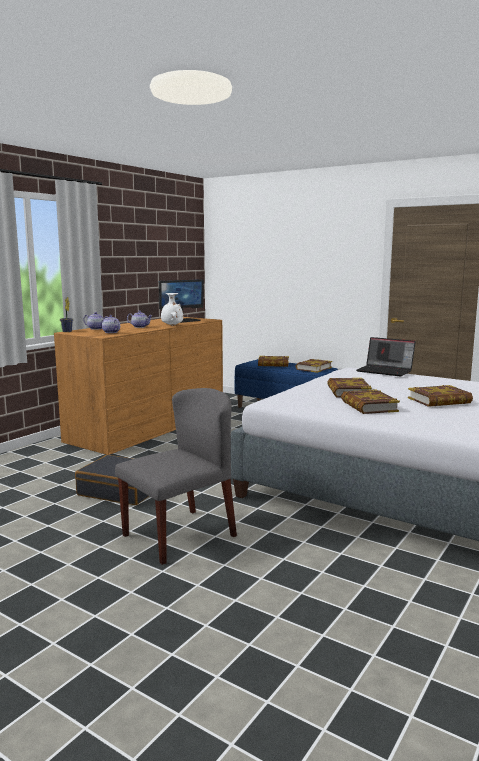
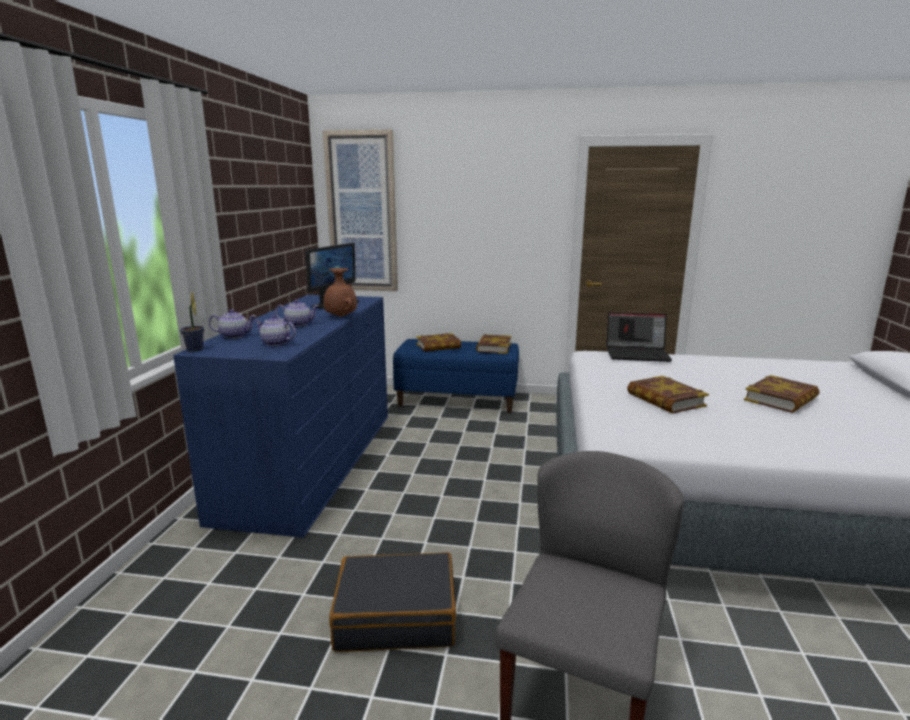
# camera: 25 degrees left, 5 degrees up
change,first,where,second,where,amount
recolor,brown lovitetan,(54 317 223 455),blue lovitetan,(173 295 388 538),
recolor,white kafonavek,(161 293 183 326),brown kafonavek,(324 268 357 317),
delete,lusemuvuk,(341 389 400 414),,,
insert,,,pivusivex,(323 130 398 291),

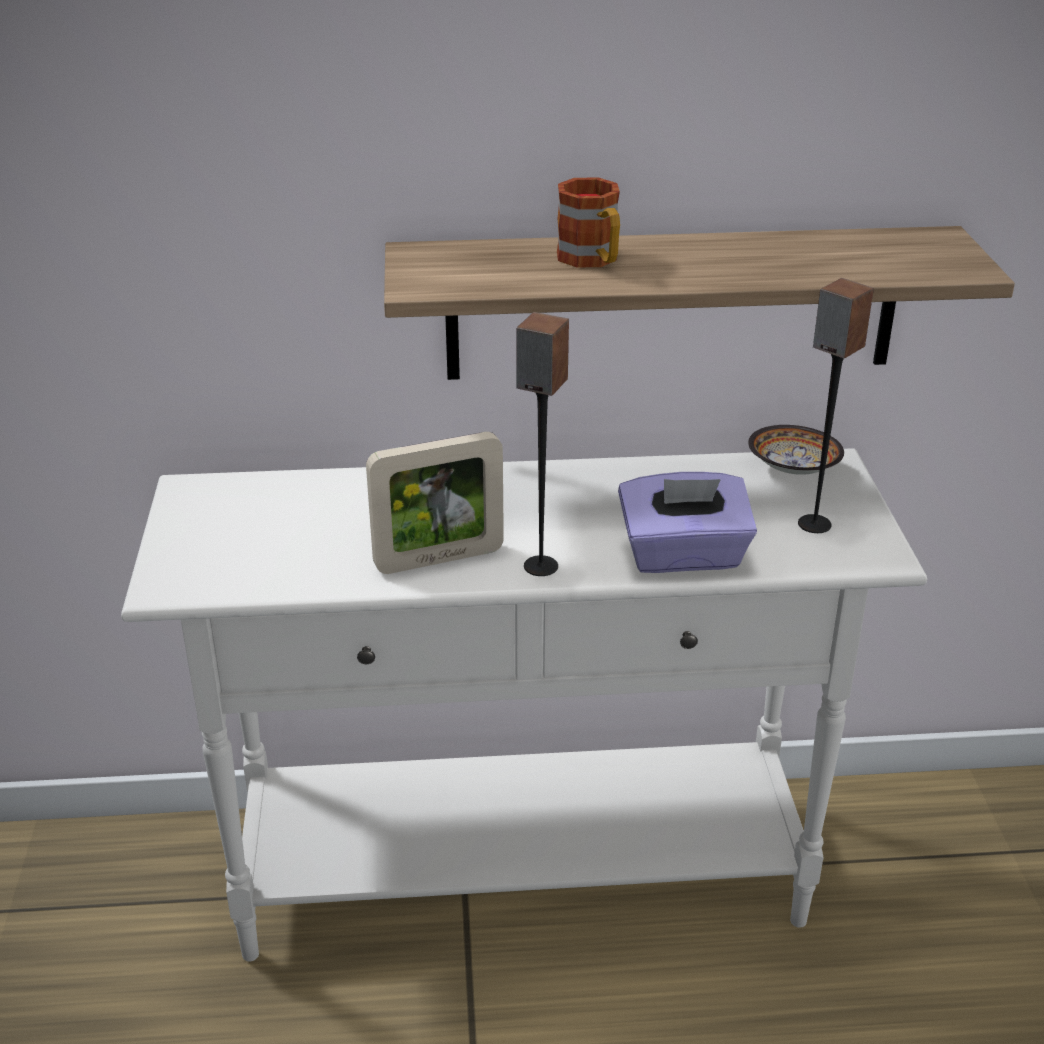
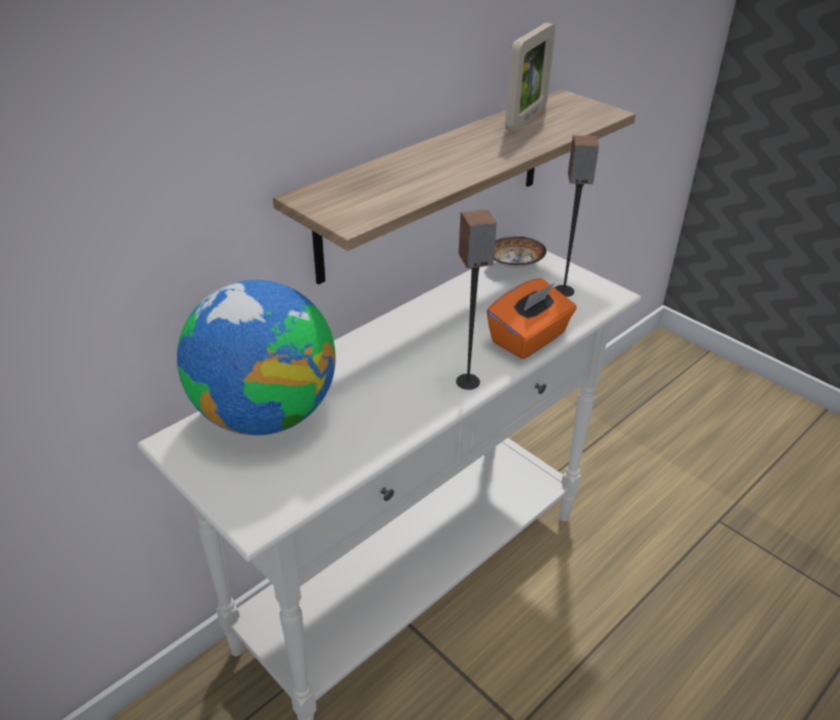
# camera: 40 degrees left, 5 degrees up
change,first,where,second,where,amount
move,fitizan,(366 432 504 574),,(505 23 555 131),
delete,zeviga,(557 177 620 267),,,
recolor,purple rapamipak,(618 472 757 573),orange rapamipak,(487 278 577 359),
insert,,,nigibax,(177 280 336 435),

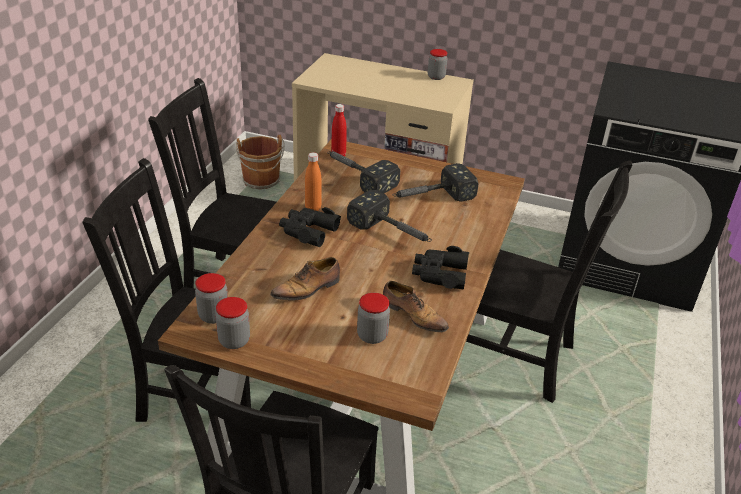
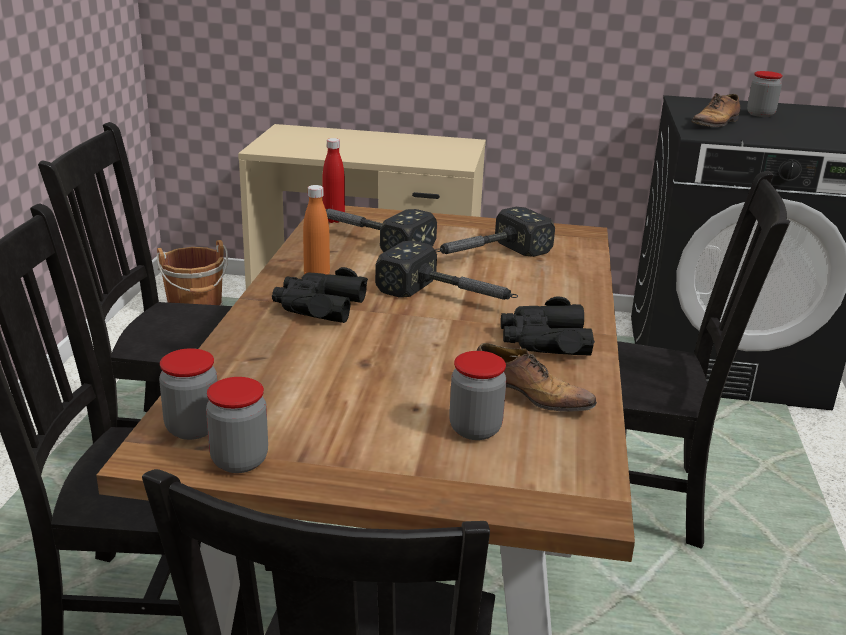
# camera: 10 degrees left, 10 degrees down
change,first,where,second,where,amount
move,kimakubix,(270 257 340 301),,(691 93 740 127),
move,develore,(428 49 448 80),,(747 71 783 117),

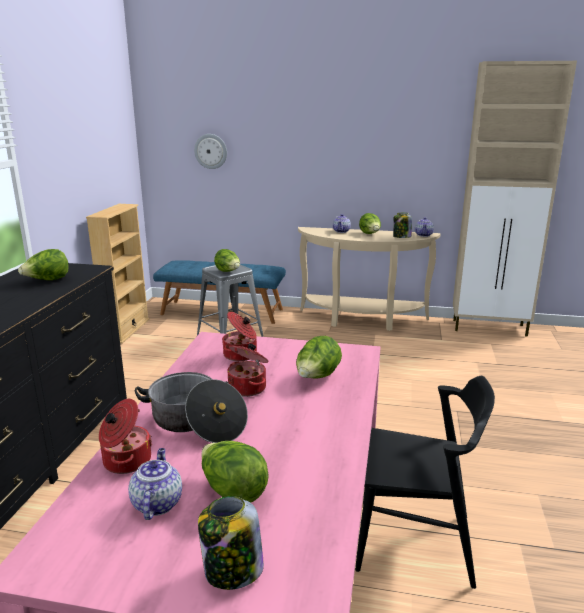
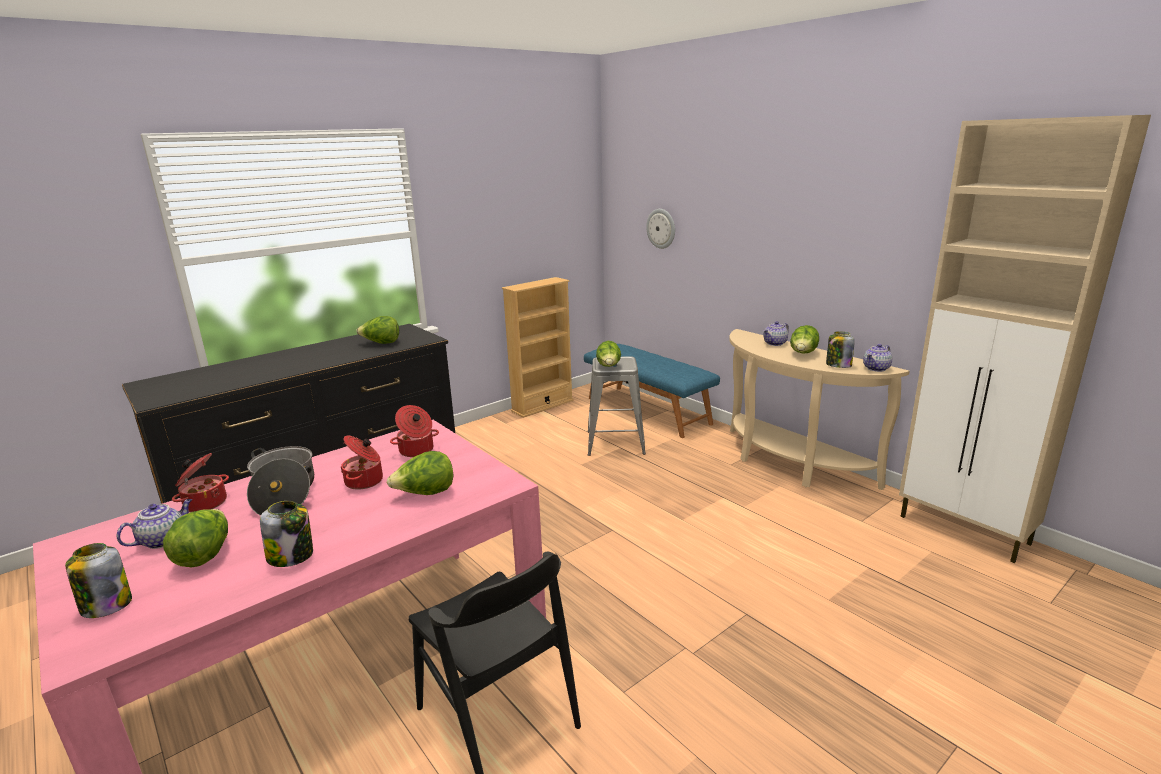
# camera: 40 degrees right, 0 degrees up
change,first,where,second,where,amount
insert,,,develore,(260 501 313 567),

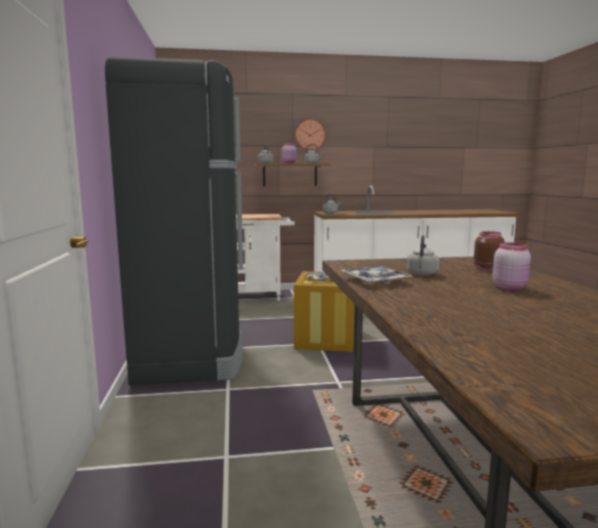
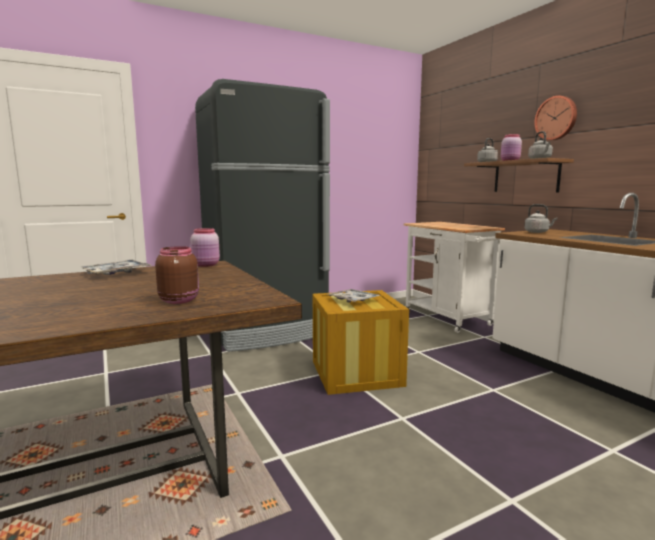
# camera: 70 degrees right, 0 degrees up
change,first,where,second,where,amount
delete,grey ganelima,(407 235 439 275),,,
move,pink develore,(492 242 531 291),,(190 228 220 267),

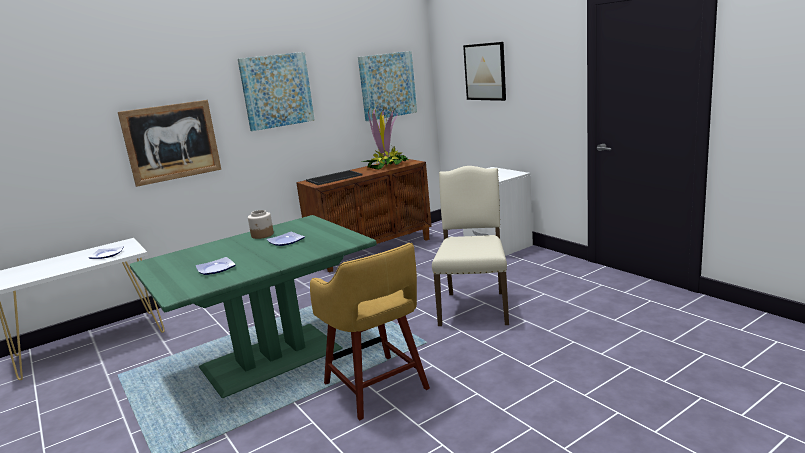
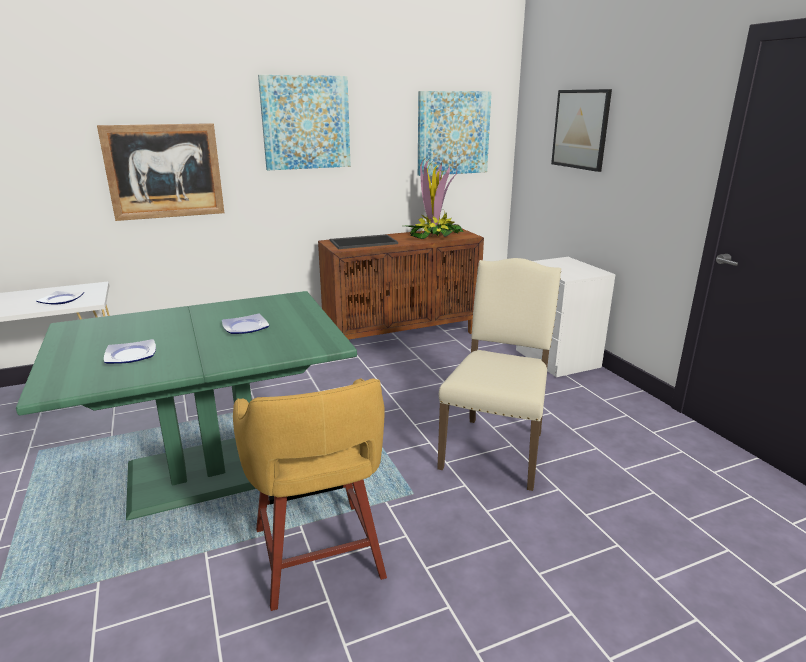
# camera: 10 degrees right, 5 degrees up
change,first,where,second,where,amount
delete,develore,(248 210 274 239),,,

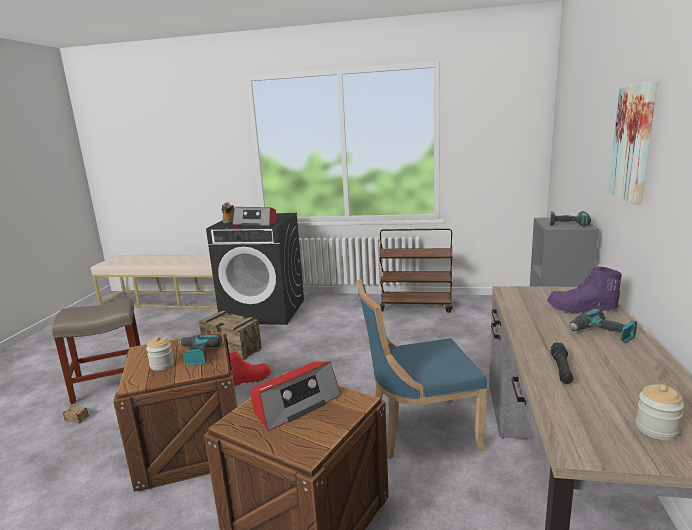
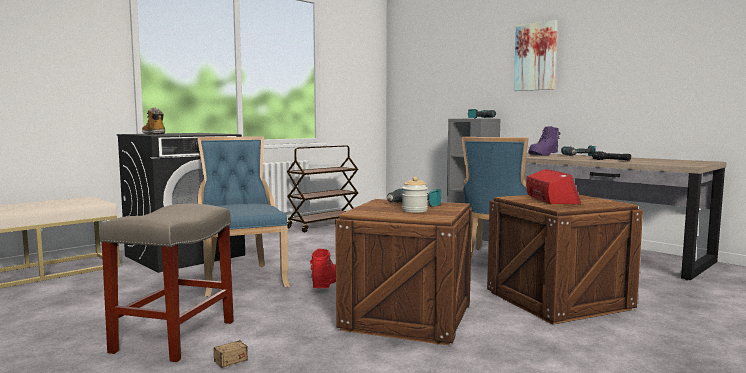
# camera: 55 degrees left, 10 degrees down
change,first,where,second,where,amount
replace,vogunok,(199 311 262 360),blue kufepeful,(197 136 290 297),
delete,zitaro,(233 207 277 226),,,
delete,develore,(636 384 684 440),,,

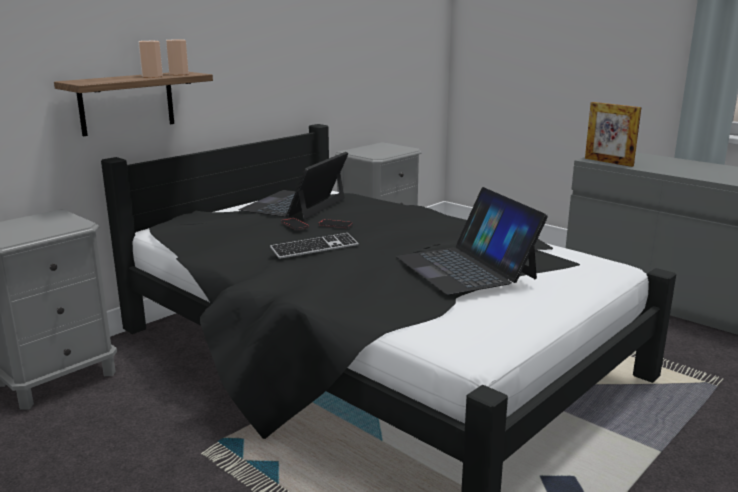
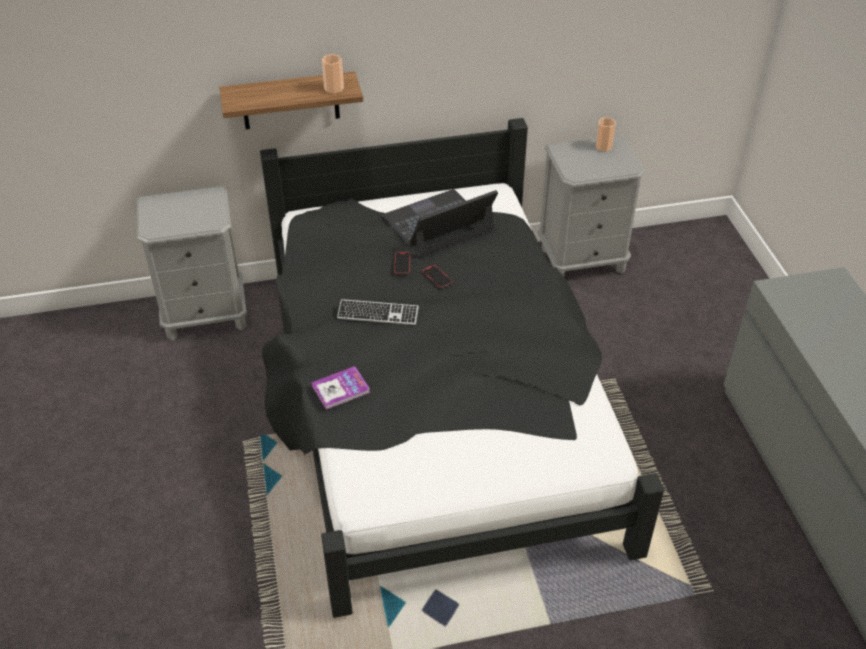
# camera: 35 degrees right, 25 degrees up
change,first,where,second,where,amount
move,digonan,(138 41 163 78),,(595 117 616 152),
delete,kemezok,(396 187 548 295),,,
delete,fitizan,(585 102 641 167),,,
insert,,,lusemuvuk,(311 366 371 410),

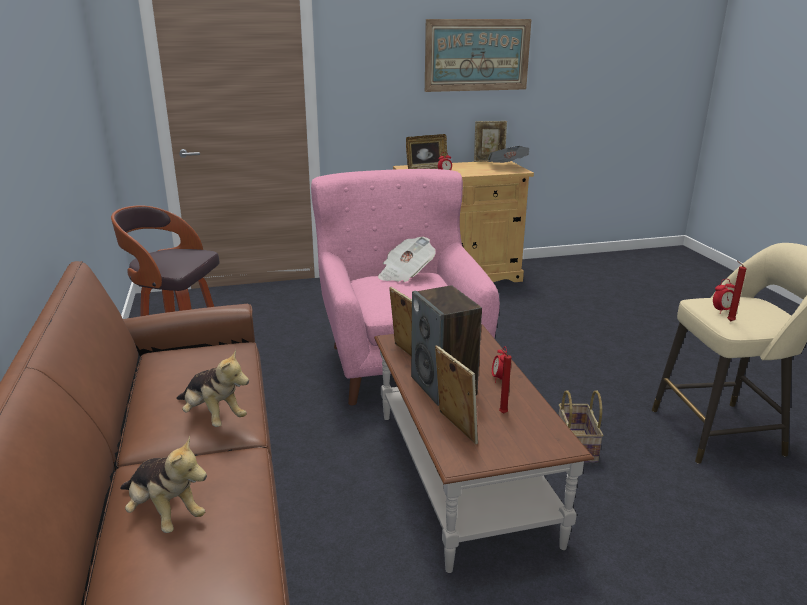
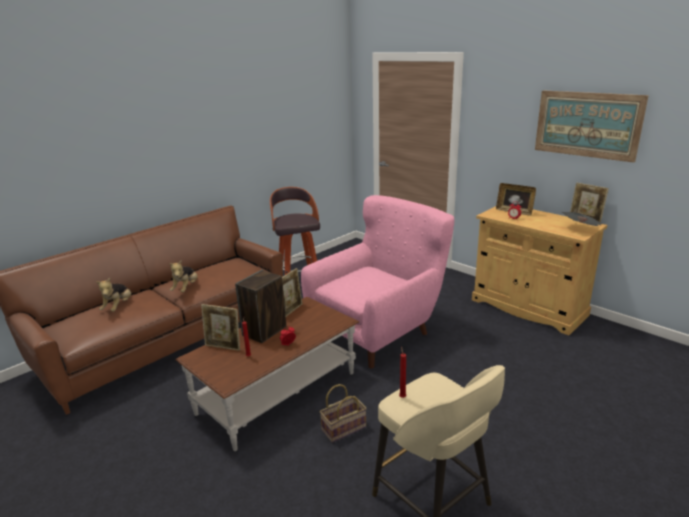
# camera: 60 degrees right, 0 degrees up
change,first,where,second,where,amount
delete,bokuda,(378 237 436 282),,,
rotate,fitizan,(435 345 478 444),,(201 304 240 351),75 degrees clockwise
delete,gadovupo,(713 279 735 314),,,

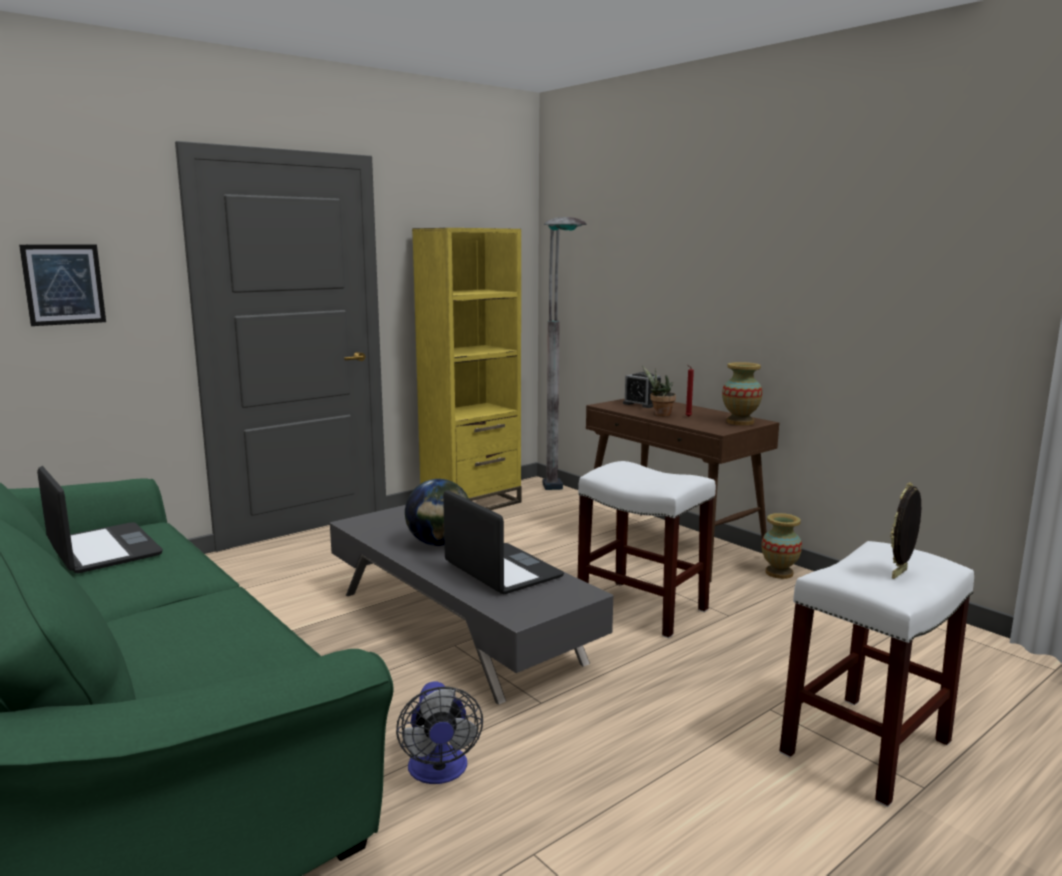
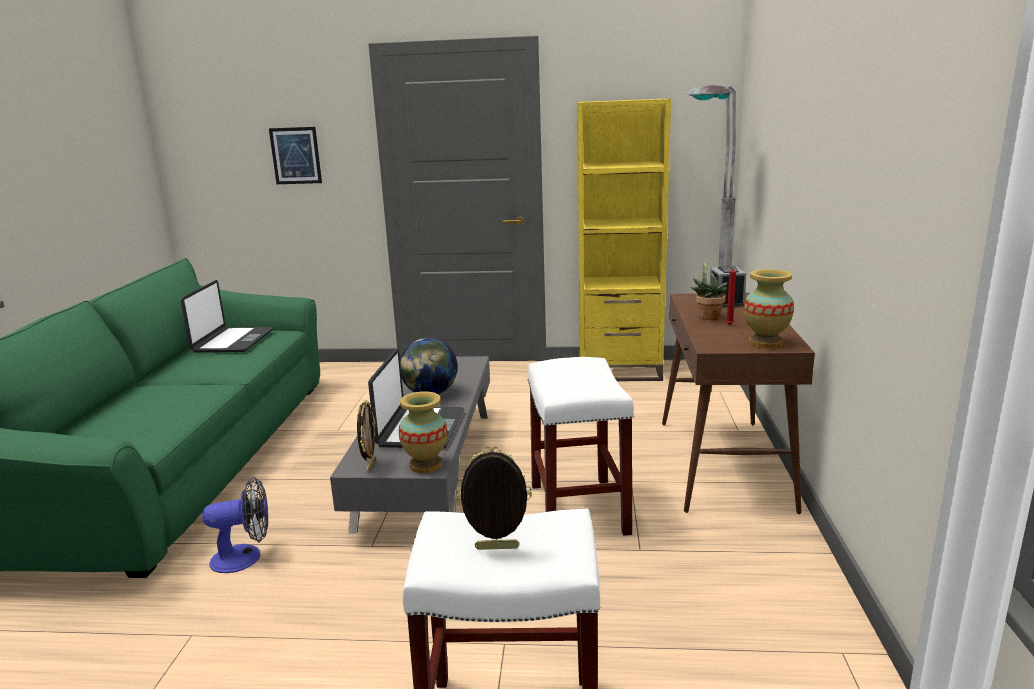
# camera: 45 degrees right, 5 degrees up
change,first,where,second,where,amount
rotate,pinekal,(396 681 483 784),,(202 477 268 573),135 degrees counterclockwise
move,kafonavek,(761 513 802 579),,(399 391 447 473),
insert,,,fitizan,(357 400 376 473),

